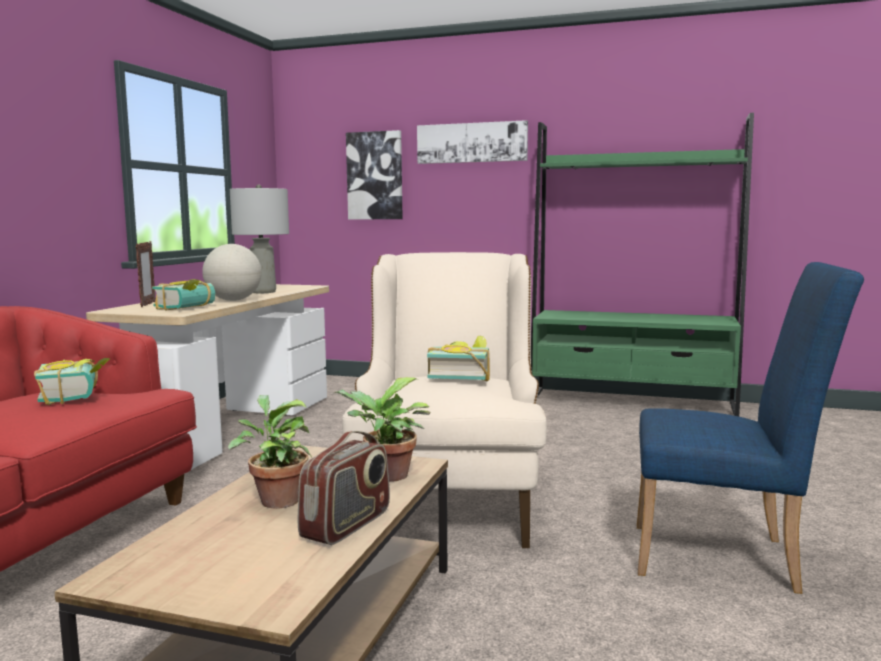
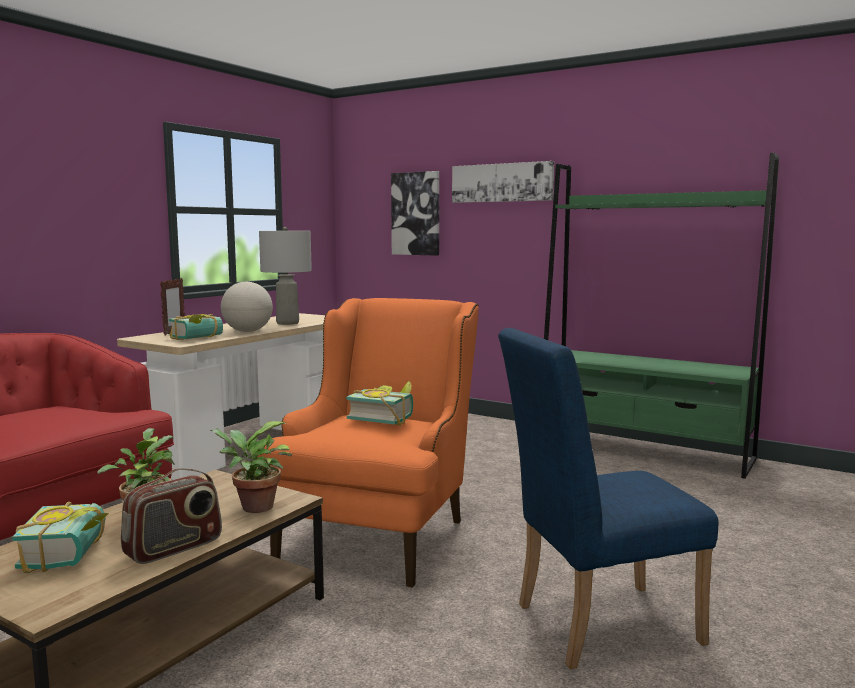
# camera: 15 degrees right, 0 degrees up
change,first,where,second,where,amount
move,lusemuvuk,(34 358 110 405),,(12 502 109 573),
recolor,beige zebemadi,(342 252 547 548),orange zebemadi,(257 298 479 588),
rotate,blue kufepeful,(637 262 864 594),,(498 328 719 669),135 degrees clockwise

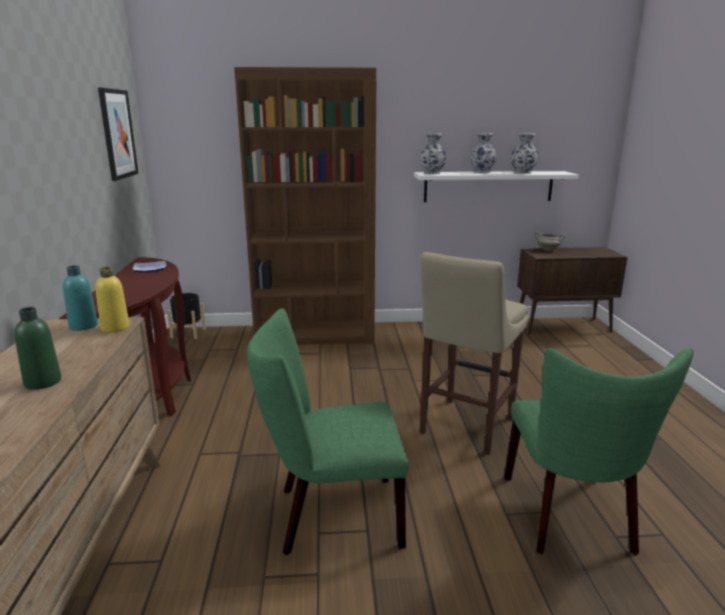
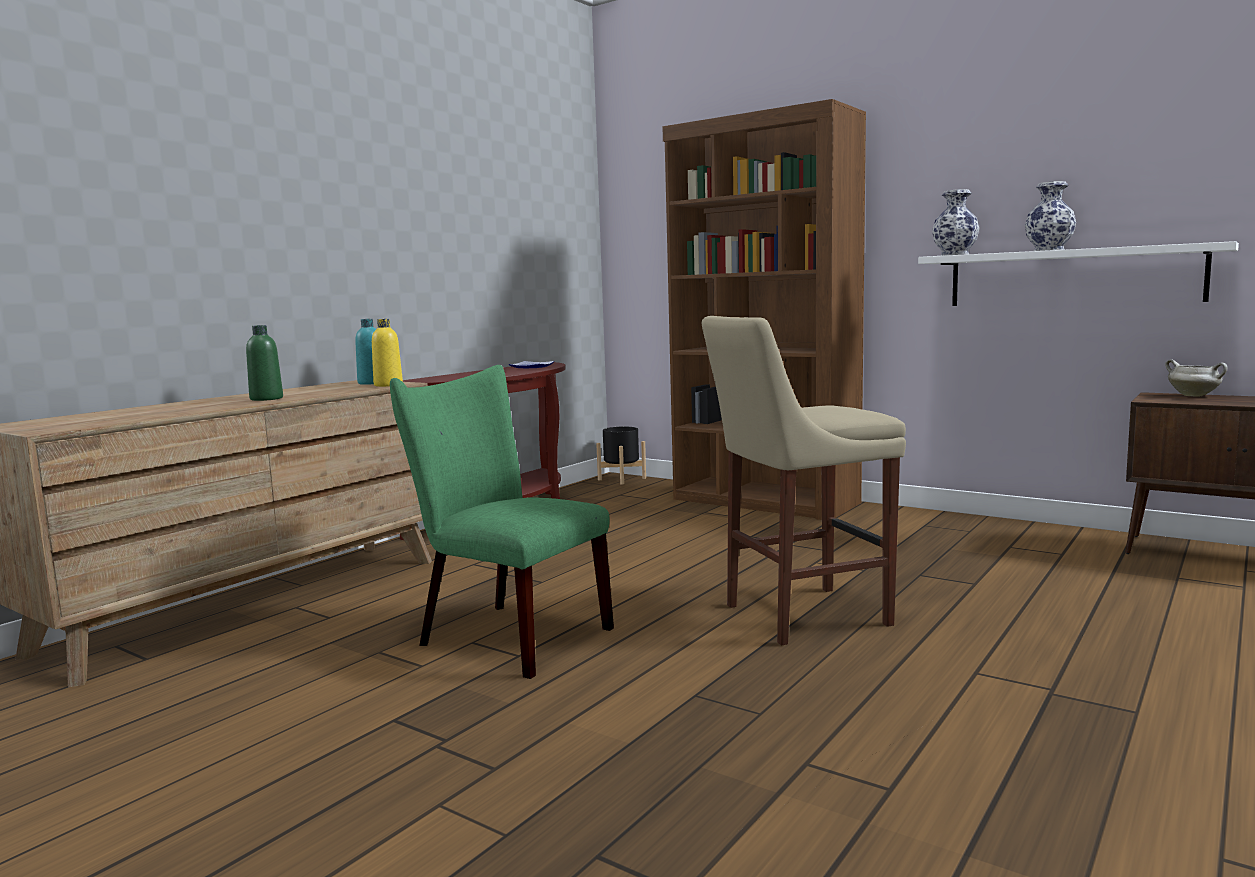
# camera: 40 degrees right, 10 degrees down
change,first,where,second,where,amount
delete,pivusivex,(98 88 139 181),,,
delete,green kufepeful,(504 348 694 556),,,
delete,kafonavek,(511 133 539 174),,,

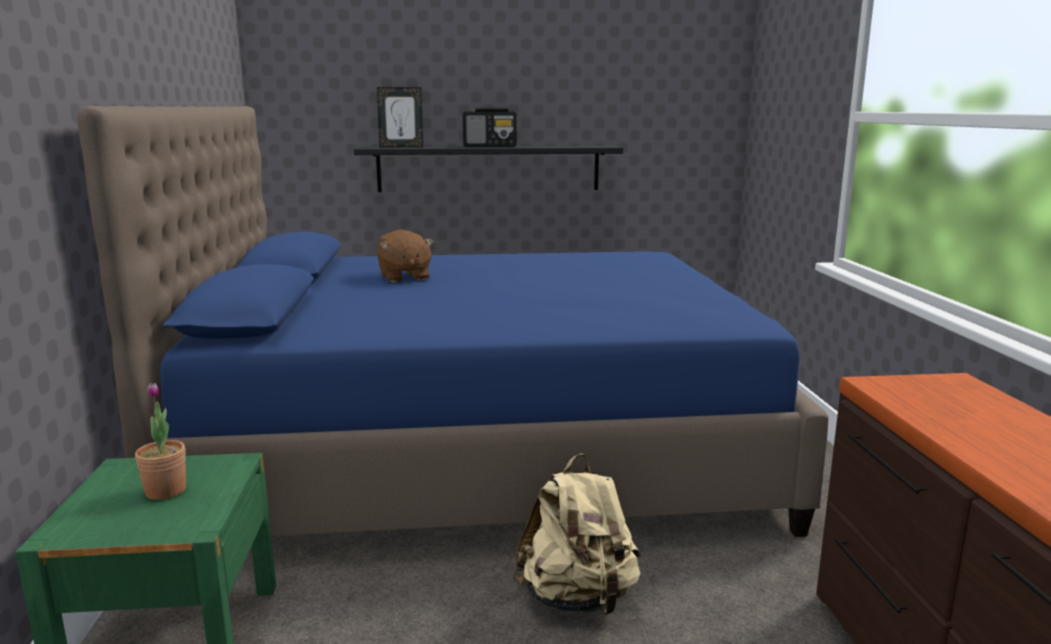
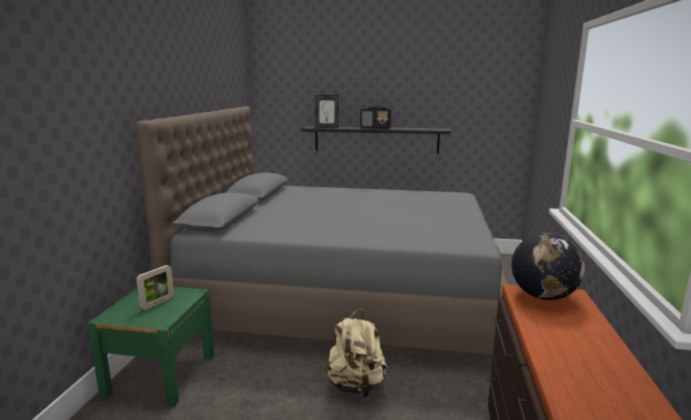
# camera: 15 degrees right, 0 degrees up
change,first,where,second,where,amount
recolor,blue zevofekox,(77 106 829 537),grey zevofekox,(135 106 509 355),
replace,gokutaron,(135 383 186 500),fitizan,(136 265 174 310),
delete,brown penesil,(377 230 434 283),,,
insert,,,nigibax,(511 233 585 300),

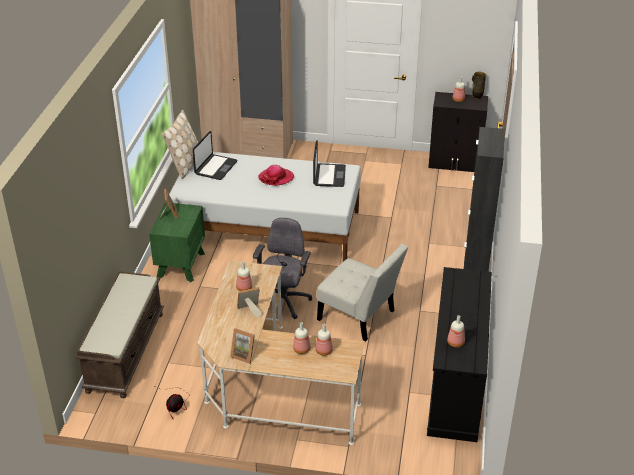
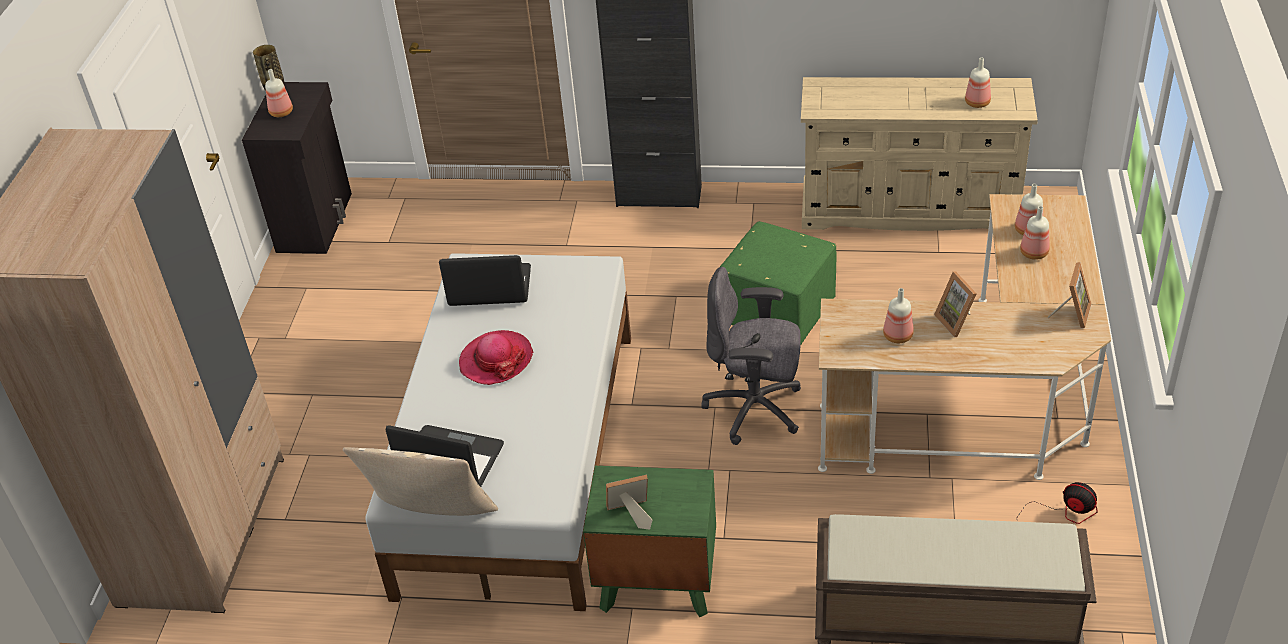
# camera: 90 degrees left, 5 degrees up
change,first,where,second,where,amount
replace,white kufepeful,(317 244 408 342),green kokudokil,(719 221 837 346),
recolor,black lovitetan,(427 267 492 442),beige lovitetan,(801 77 1038 231),

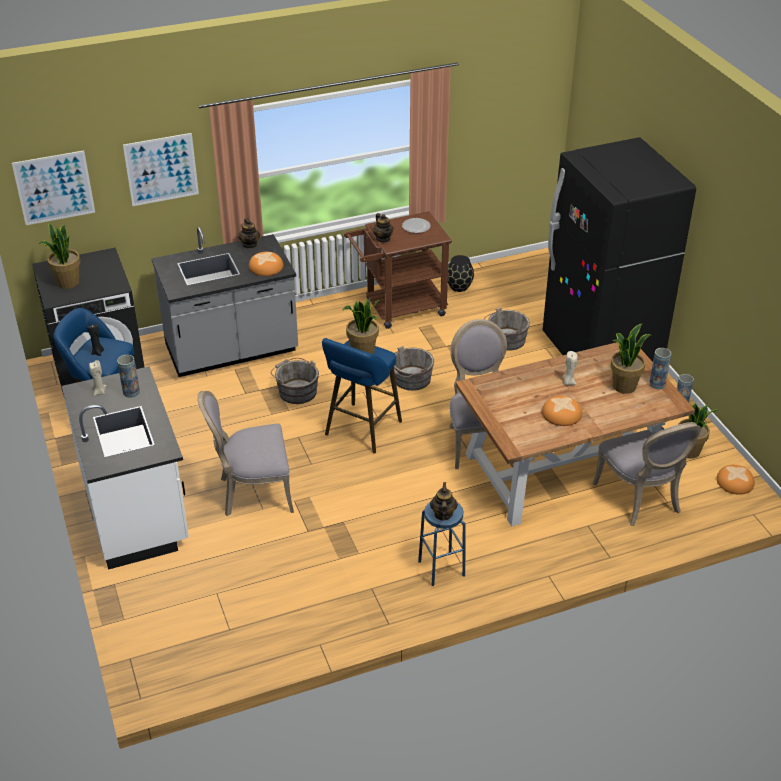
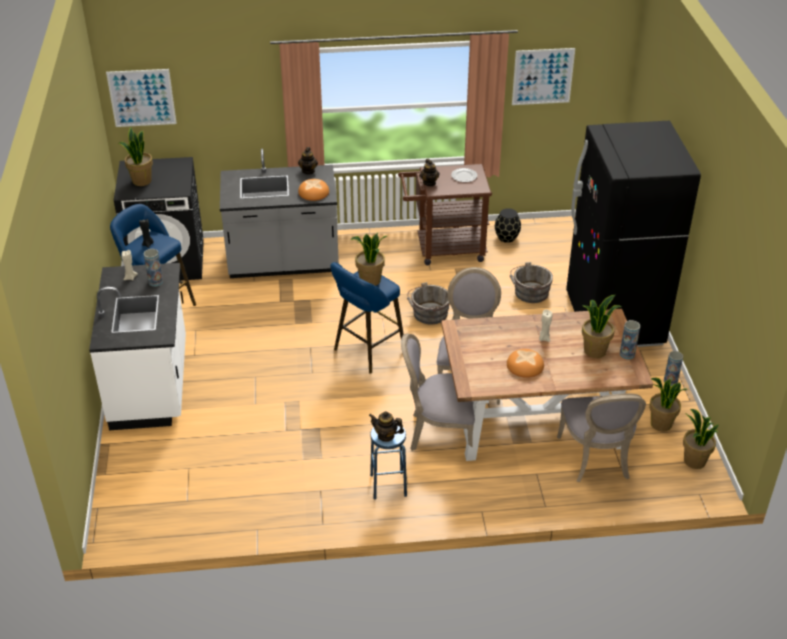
# camera: 15 degrees right, 0 degrees up
change,first,where,second,where,amount
move,pivusivex,(123 133 199 206),,(512 48 575 105),
move,grey kufepeful,(197 391 294 516),,(401 333 475 451),
delete,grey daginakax,(271 358 319 404),,,
rotate,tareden,(430 482 458 521),,(369 411 404 442),90 degrees counterclockwise
replace,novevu,(717 465 755 495),gokutaron,(683 409 719 469),

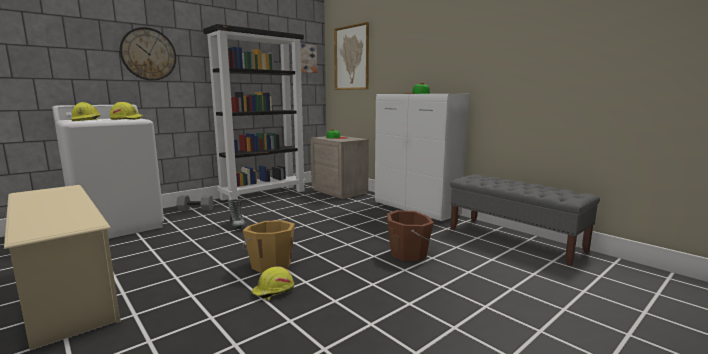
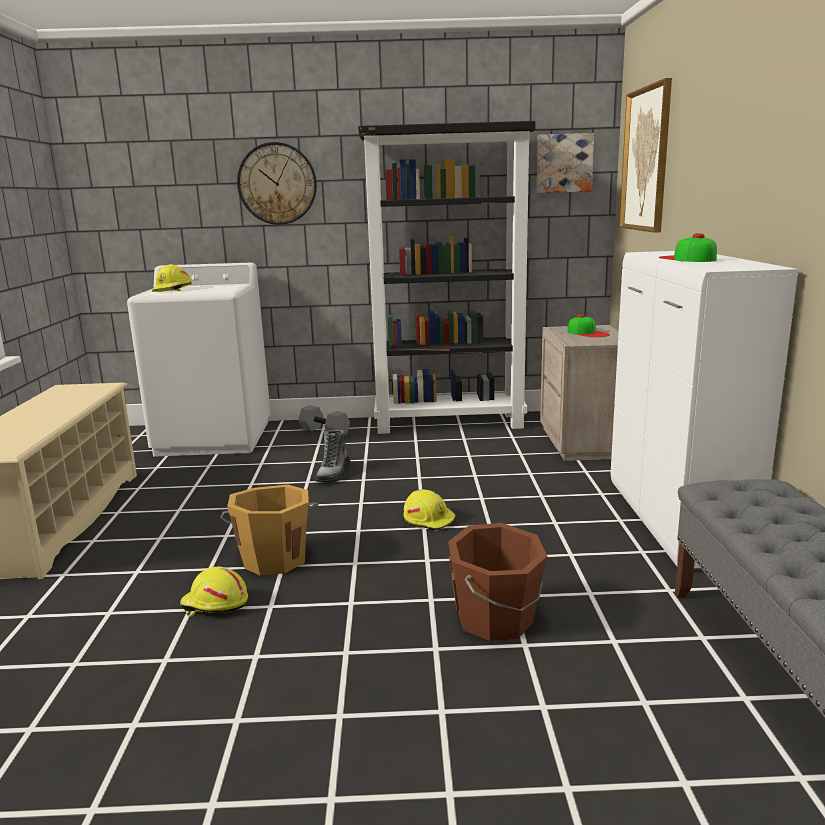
# camera: 40 degrees right, 5 degrees up
change,first,where,second,where,amount
move,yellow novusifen,(110 102 143 120),,(404 490 456 531),

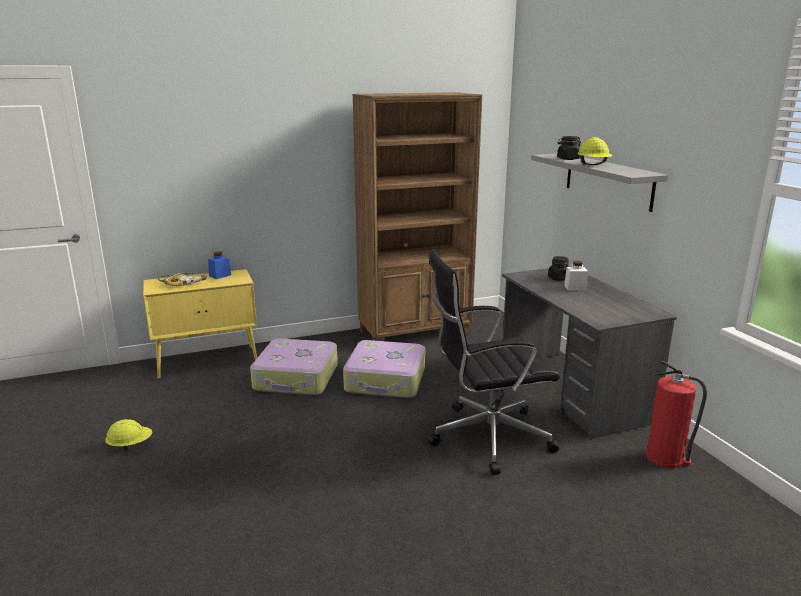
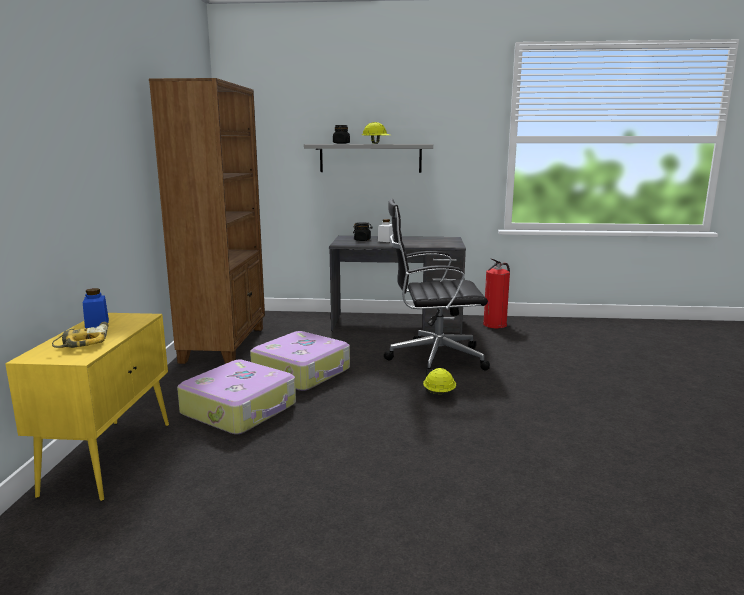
# camera: 65 degrees left, 5 degrees down
change,first,where,second,where,amount
move,yellow novusifen,(105 419 152 451),,(423 368 456 395),
rotate,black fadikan,(428 249 560 475),,(384 199 490 377),75 degrees clockwise

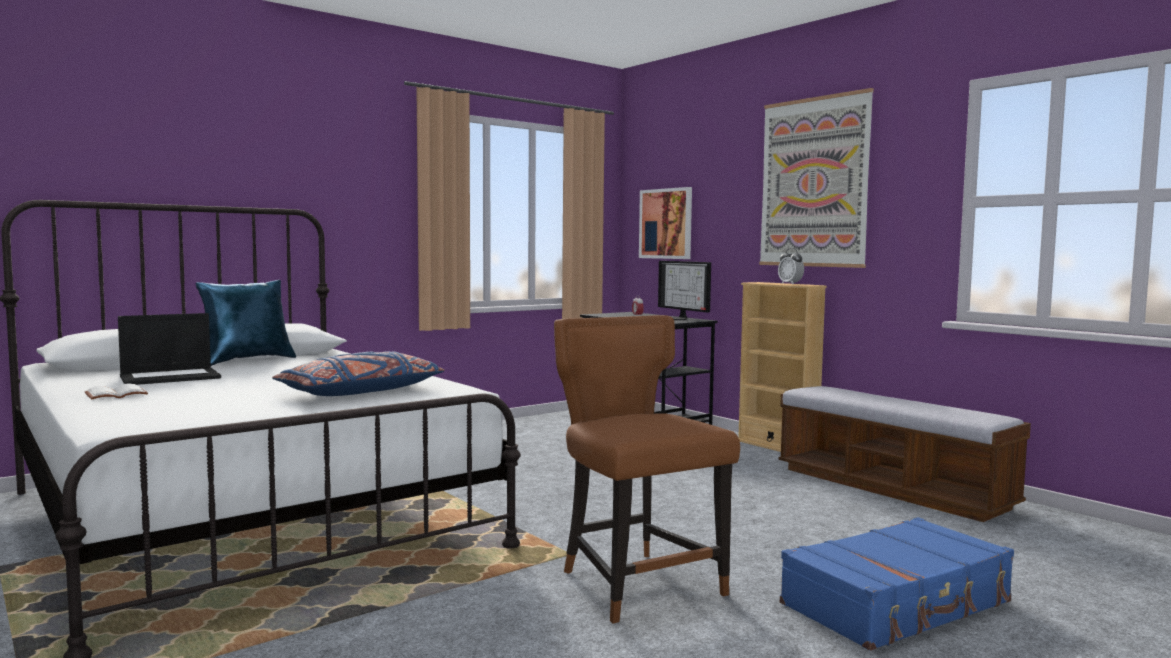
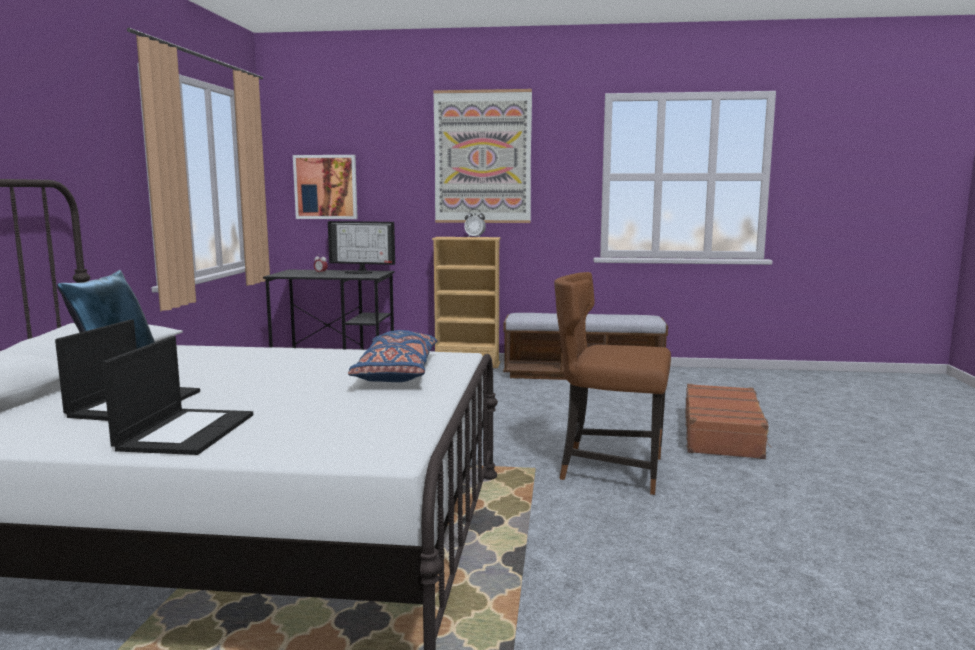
# camera: 45 degrees left, 5 degrees up
change,first,where,second,where,amount
replace,white lusemuvuk,(85 384 148 400),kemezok,(102 336 253 455),
recolor,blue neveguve,(780 517 1014 651),brown neveguve,(685 384 771 459),

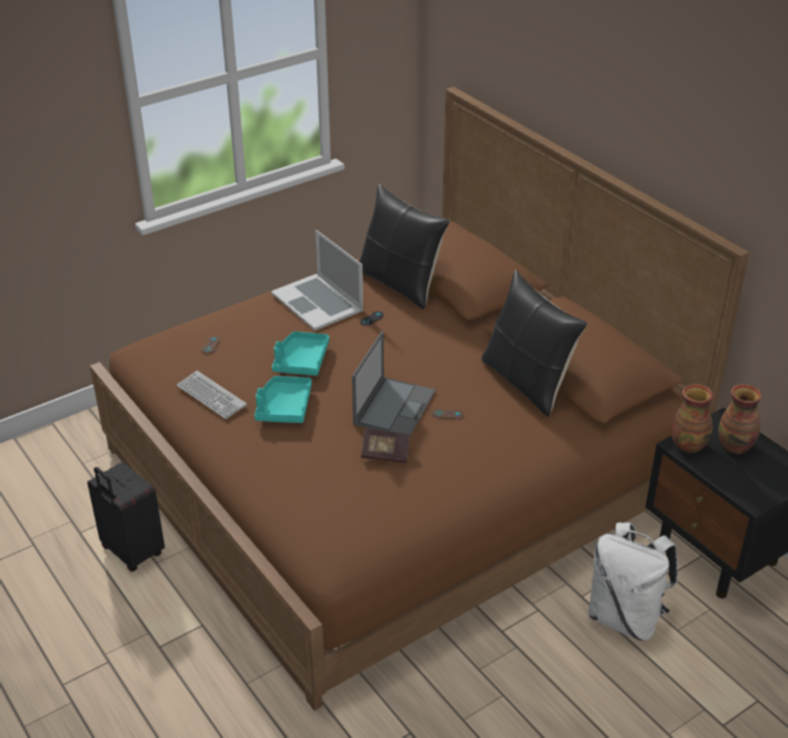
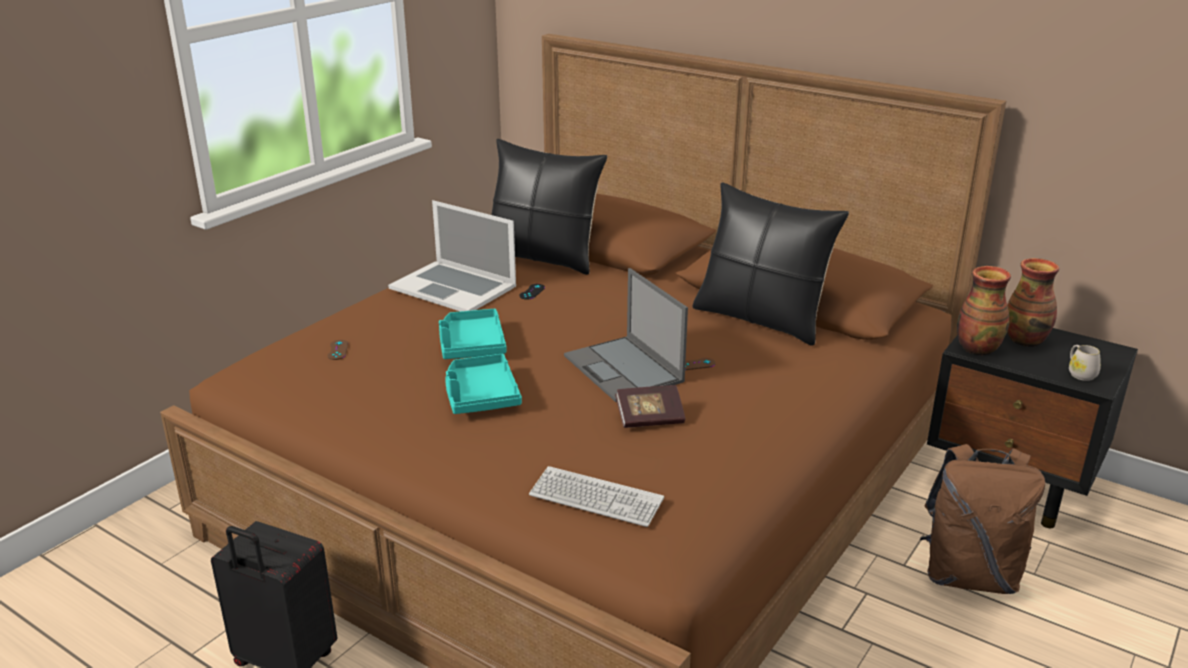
# camera: 20 degrees left, 10 degrees down
change,first,where,second,where,amount
move,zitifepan,(177 371 247 419),,(529 466 664 527),
rotate,kemezok,(352 331 436 436),,(564 268 688 402),150 degrees clockwise
recolor,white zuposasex,(588 522 678 641),brown zuposasex,(920 444 1045 594),
insert,,,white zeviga,(1069 345 1101 381),

